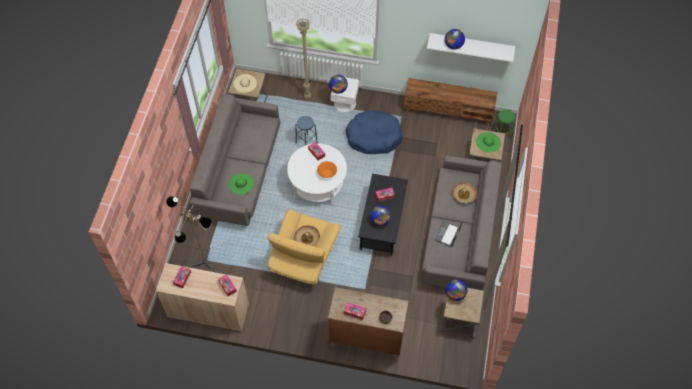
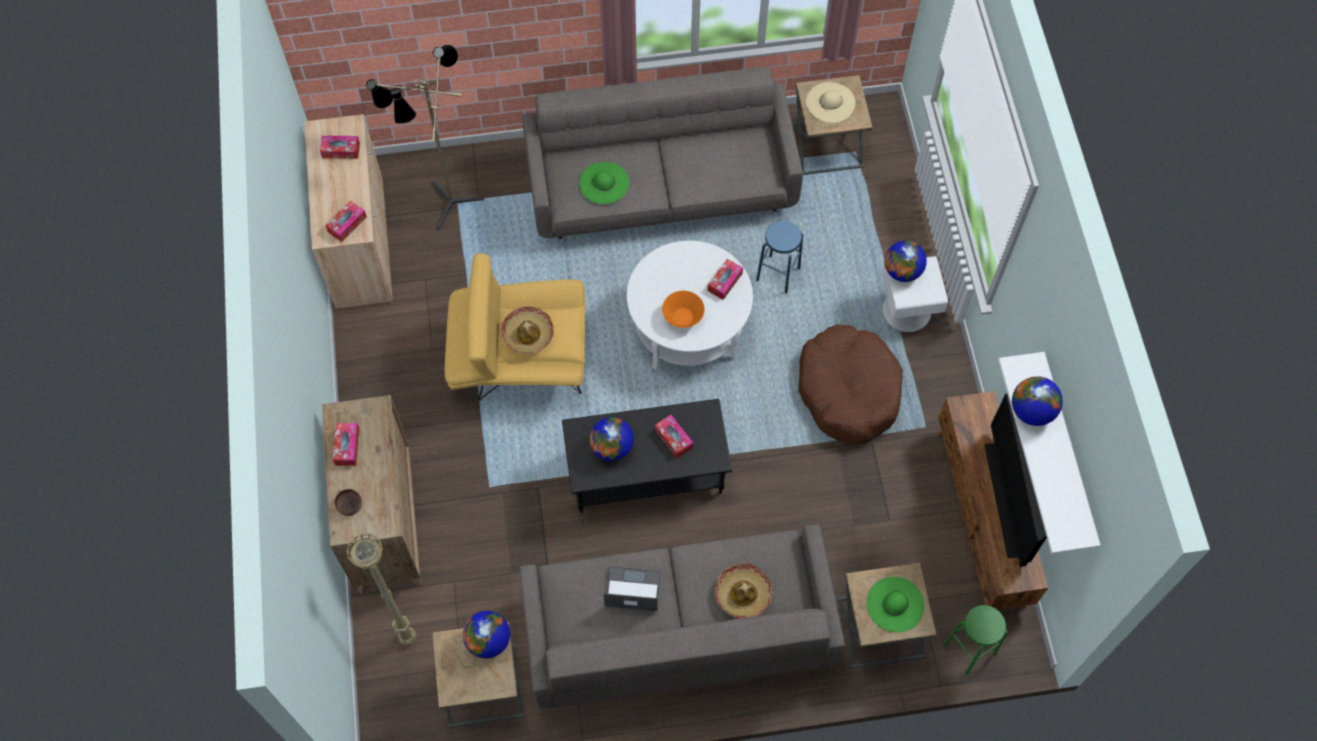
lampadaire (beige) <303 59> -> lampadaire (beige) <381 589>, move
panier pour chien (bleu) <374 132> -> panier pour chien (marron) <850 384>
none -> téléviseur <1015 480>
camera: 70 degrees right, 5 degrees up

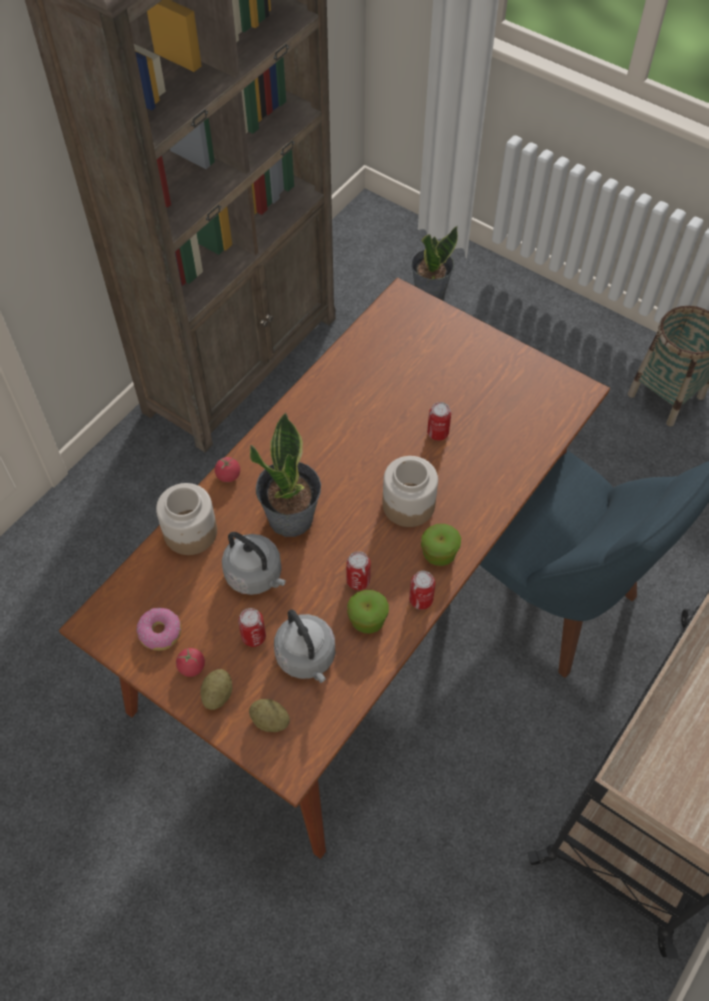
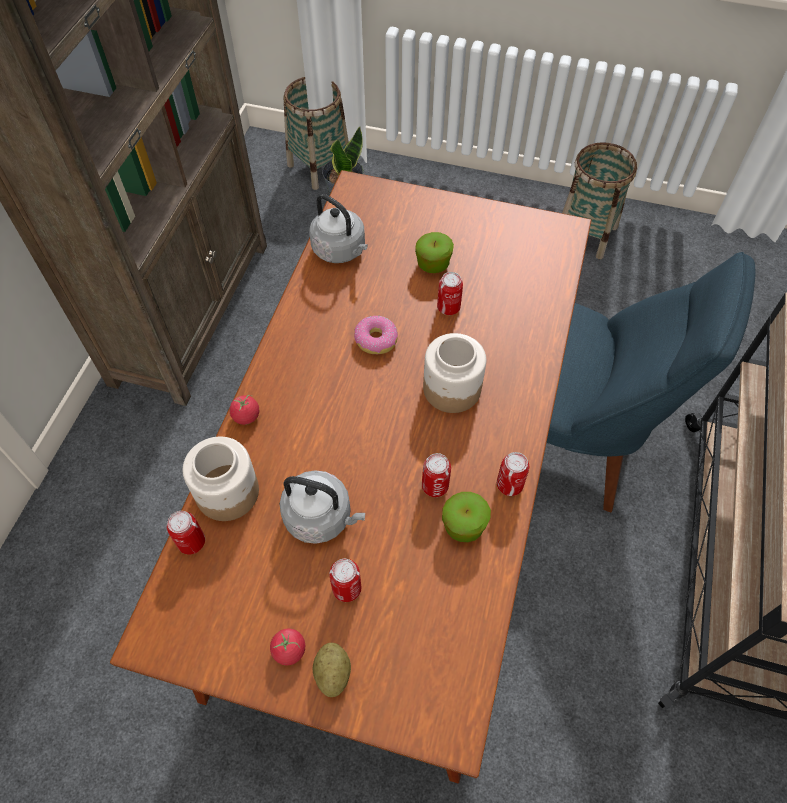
none -> boîte métallique <186 532>
none -> panier <316 133>
bouilloire (gris) <304 646> -> bouilloire (gris) <339 228>, move
beignet <159 629> -> beignet <376 335>, move
pomme <441 545> -> pomme <434 252>, move
pomme de terre <269 715> -> none
plante en pot <285 474> -> none
camera: 20 degrees left, 0 degrees up

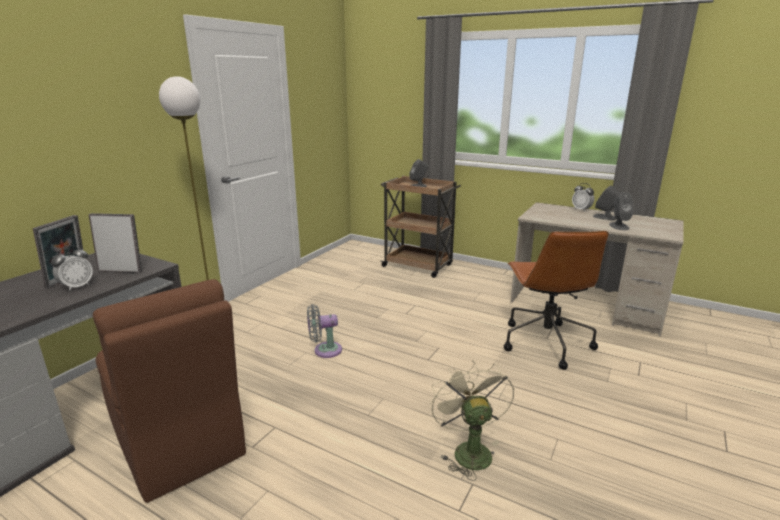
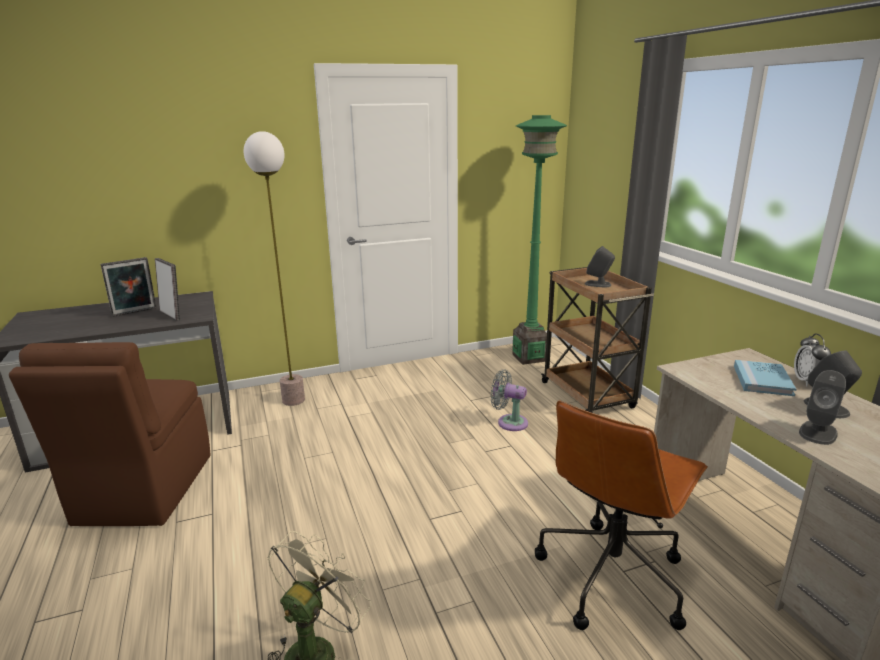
ventilateur (gris) <324 331> -> ventilateur (gris) <509 400>, move
none -> lampadaire (vert) <539 240>
none -> livre (bleu) <765 378>
réveil <72 268> -> none
camera: 40 degrees right, 0 degrees up

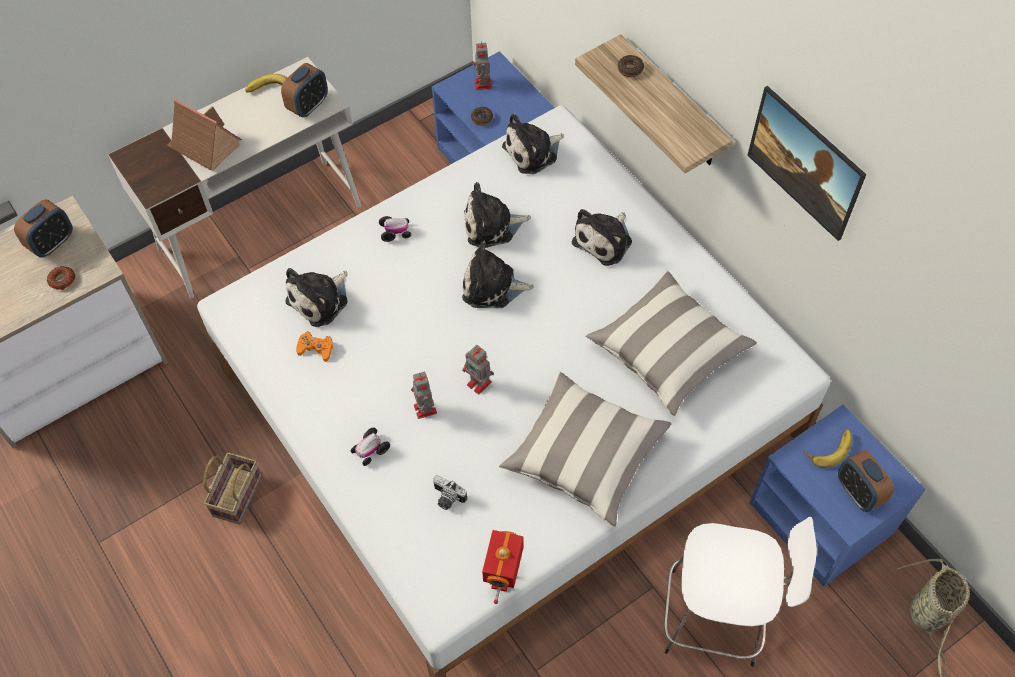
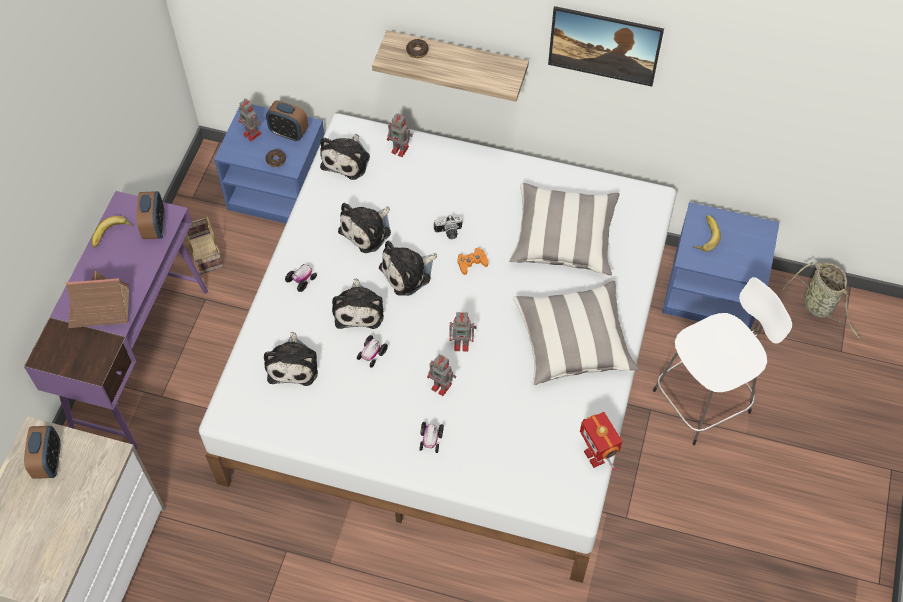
bureau (blanc) <234 177> -> bureau (violet) <116 320>
panier <232 488> -> panier <204 245>, move
réveil <866 481> -> réveil <287 120>, move
peluche <602 237> -> peluche <358 303>, move
none -> petite voiture <372 351>
none -> robot jouet <400 135>
appareil photo <450 492> -> appareil photo <448 227>, move
manette (orange) <314 347> -> manette (orange) <473 261>, move
beignet <61 278> -> none
camera: 40 degrees left, 0 degrees up

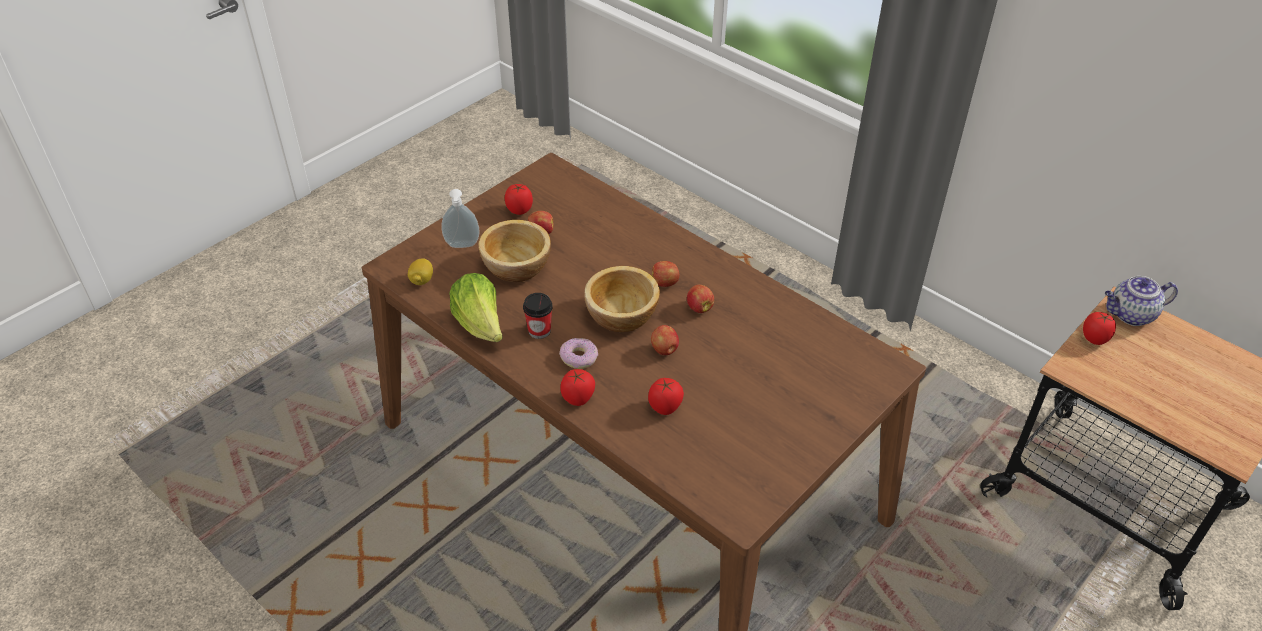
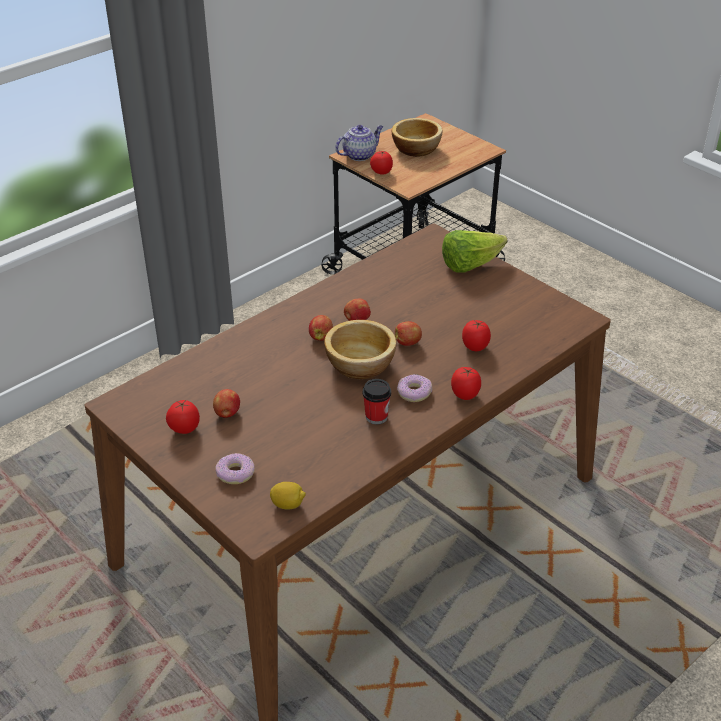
distributeur de savon <461 218> -> beignet <234 468>
théière <1141 301> -> théière <359 143>, 120 degrees counterclockwise
bol <514 251> -> bol <417 137>, move
laitue <476 307> -> laitue <474 251>, move
camera: 85 degrees left, 5 degrees down

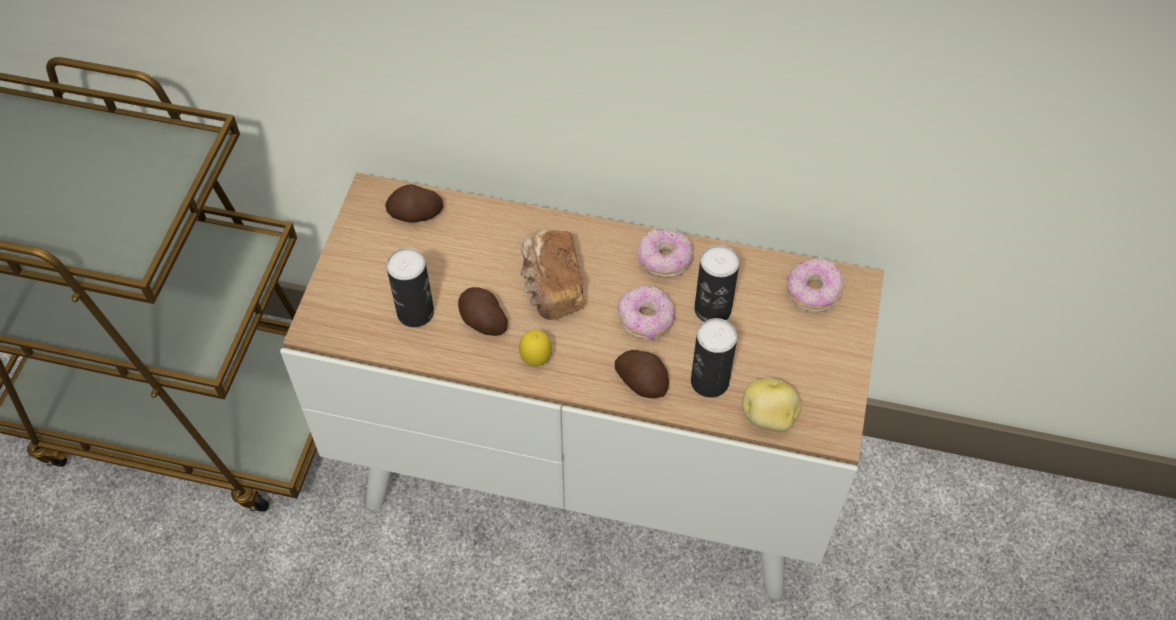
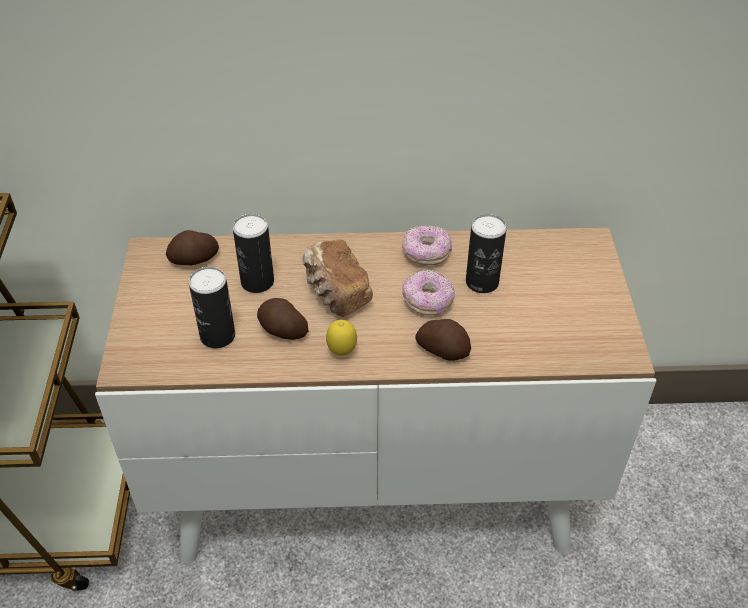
boîte métallique <714 358> -> boîte métallique <253 253>, move
pomme de terre <772 405> -> none
beignet <815 285> -> none
camera: 15 degrees left, 10 degrees down

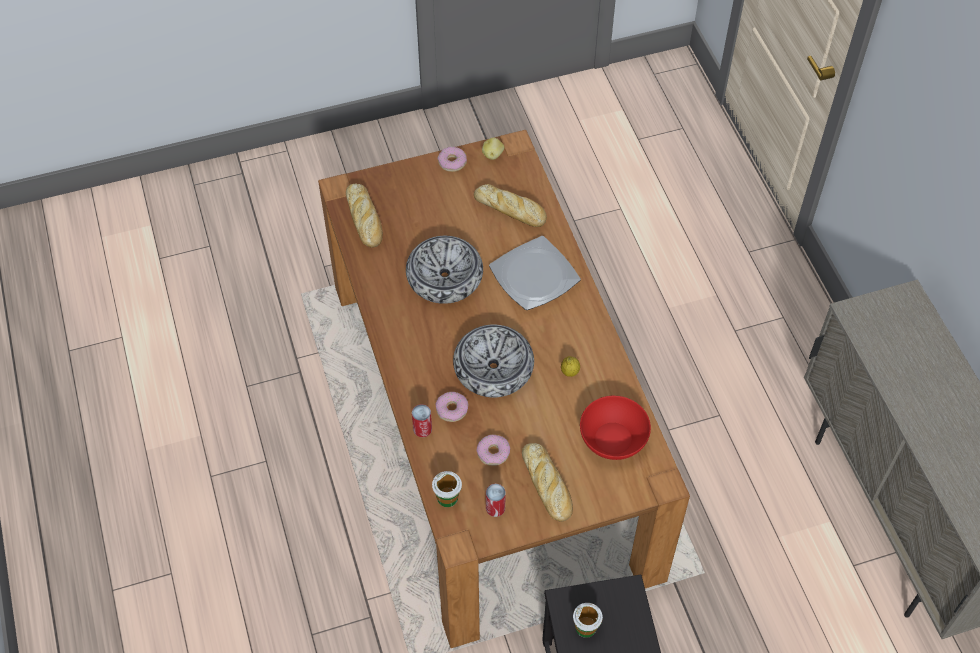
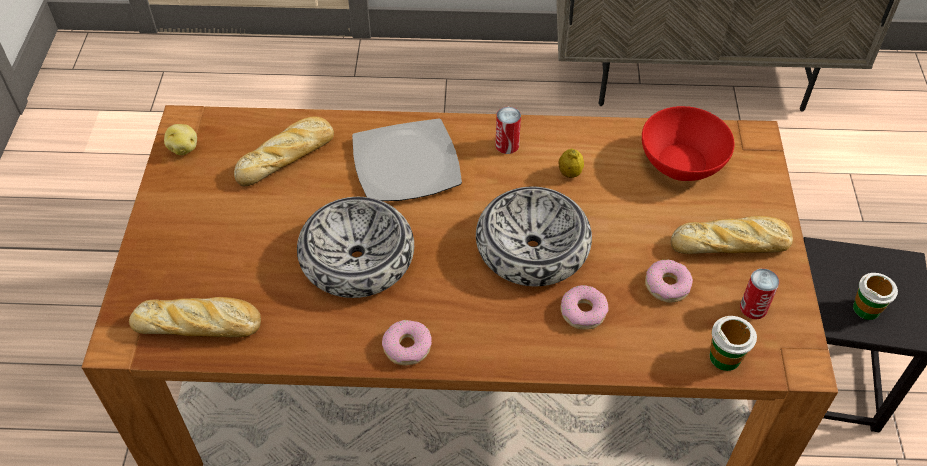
beignet <452 159> -> beignet <407 343>, move
boîte métallique <422 420> -> boîte métallique <508 130>, move
camera: 70 degrees left, 5 degrees down

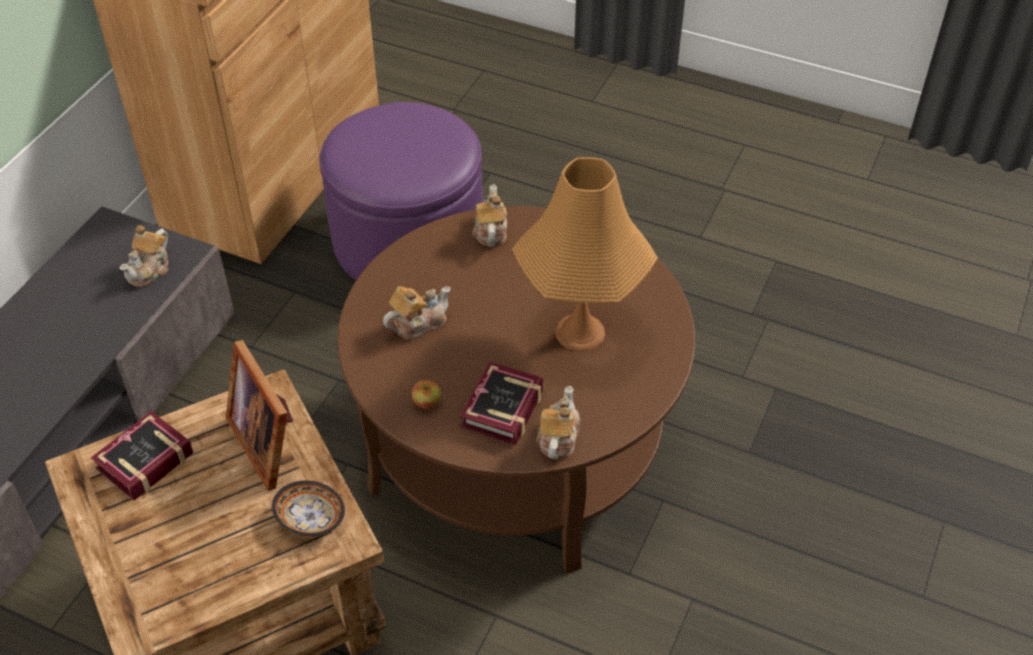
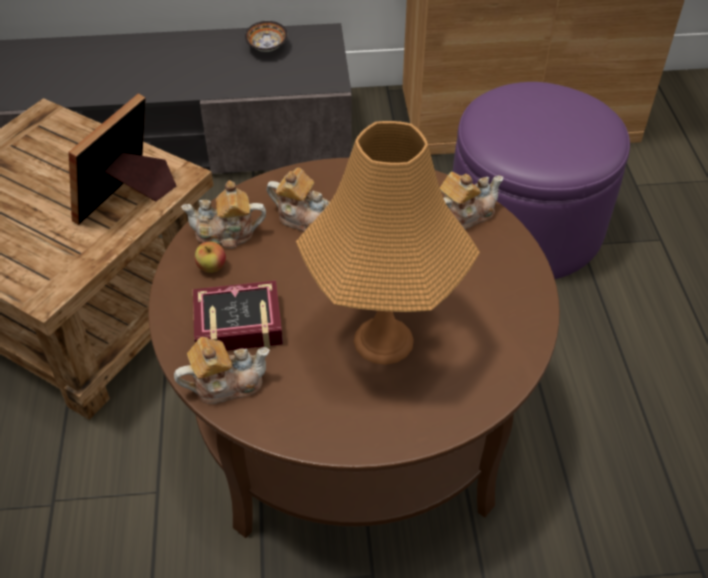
théière <144 256> -> théière <223 214>, move
bol <308 508> -> bol <266 36>, move
livre <142 456> -> none
camera: 60 degrees right, 0 degrees up

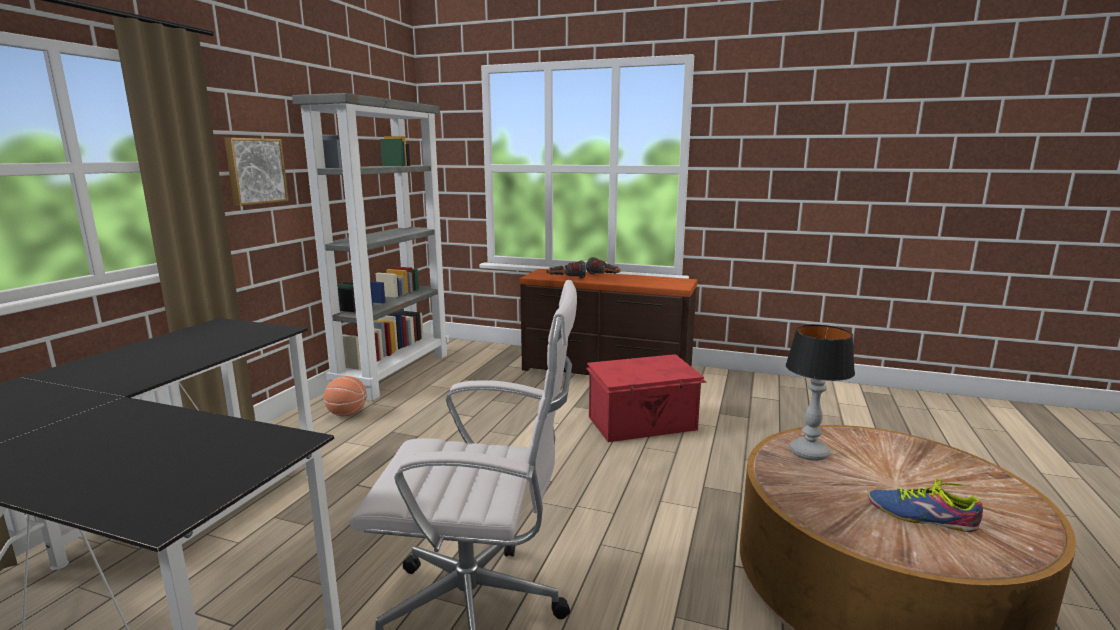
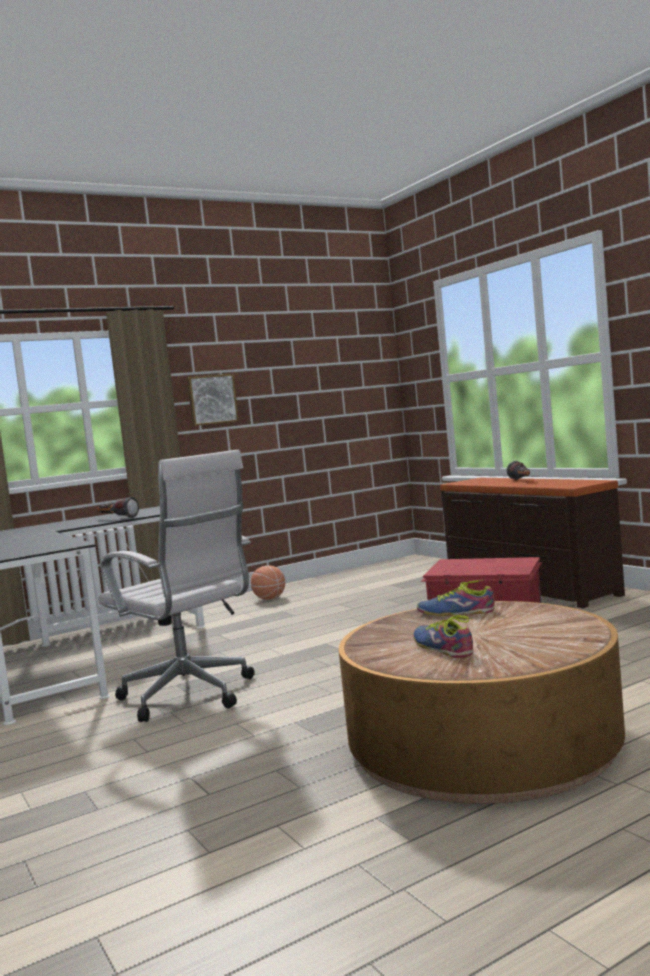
lampe de poche <566 269> -> lampe de poche <118 507>, move
lampe de table <820 393> -> chaussure <456 598>
bibliothèque (gris) <370 247> -> none
camera: 40 degrees right, 10 degrees down

